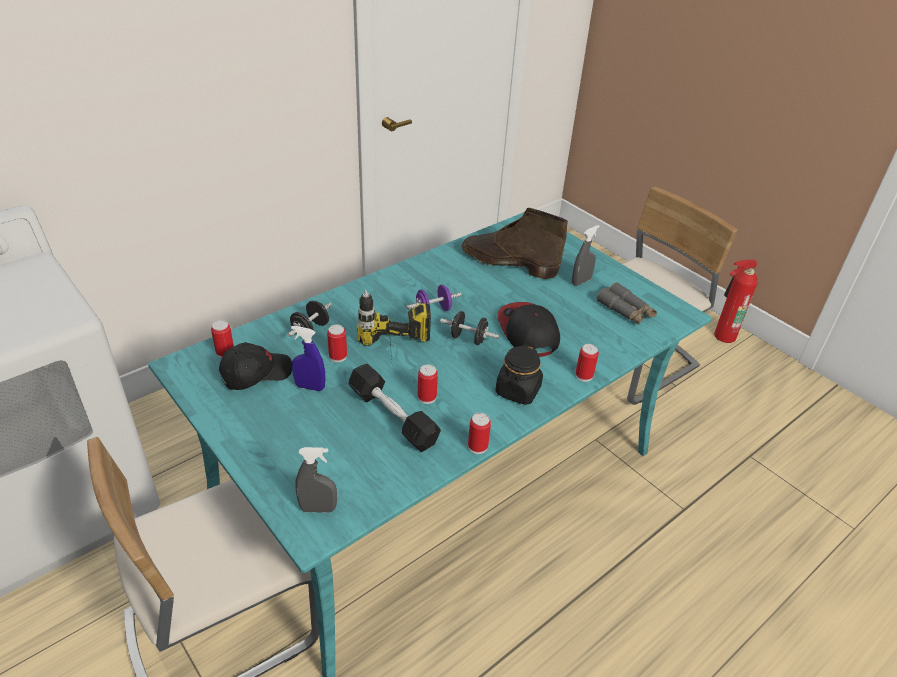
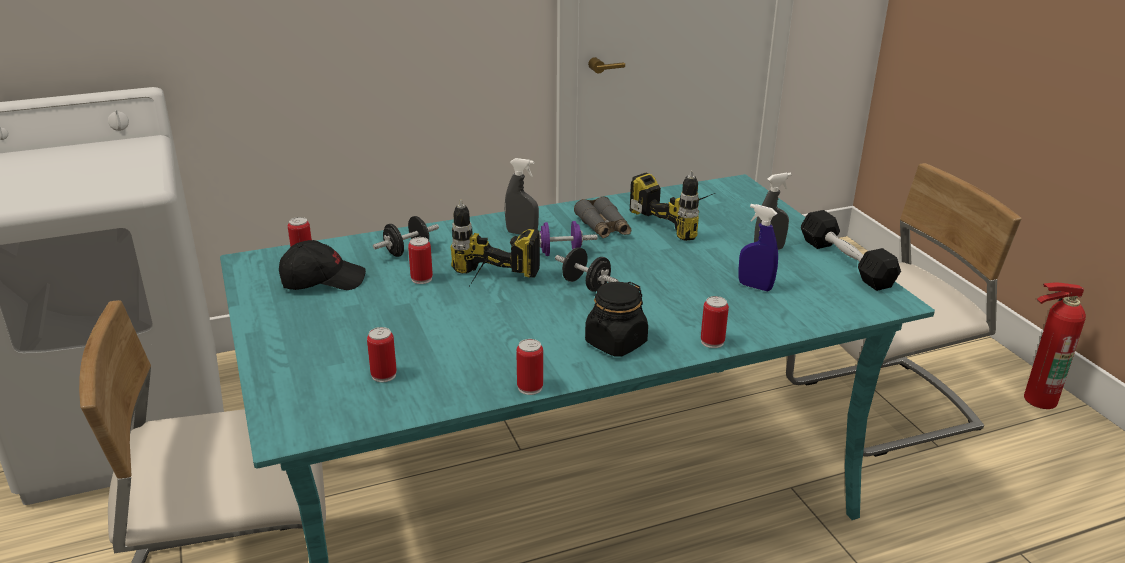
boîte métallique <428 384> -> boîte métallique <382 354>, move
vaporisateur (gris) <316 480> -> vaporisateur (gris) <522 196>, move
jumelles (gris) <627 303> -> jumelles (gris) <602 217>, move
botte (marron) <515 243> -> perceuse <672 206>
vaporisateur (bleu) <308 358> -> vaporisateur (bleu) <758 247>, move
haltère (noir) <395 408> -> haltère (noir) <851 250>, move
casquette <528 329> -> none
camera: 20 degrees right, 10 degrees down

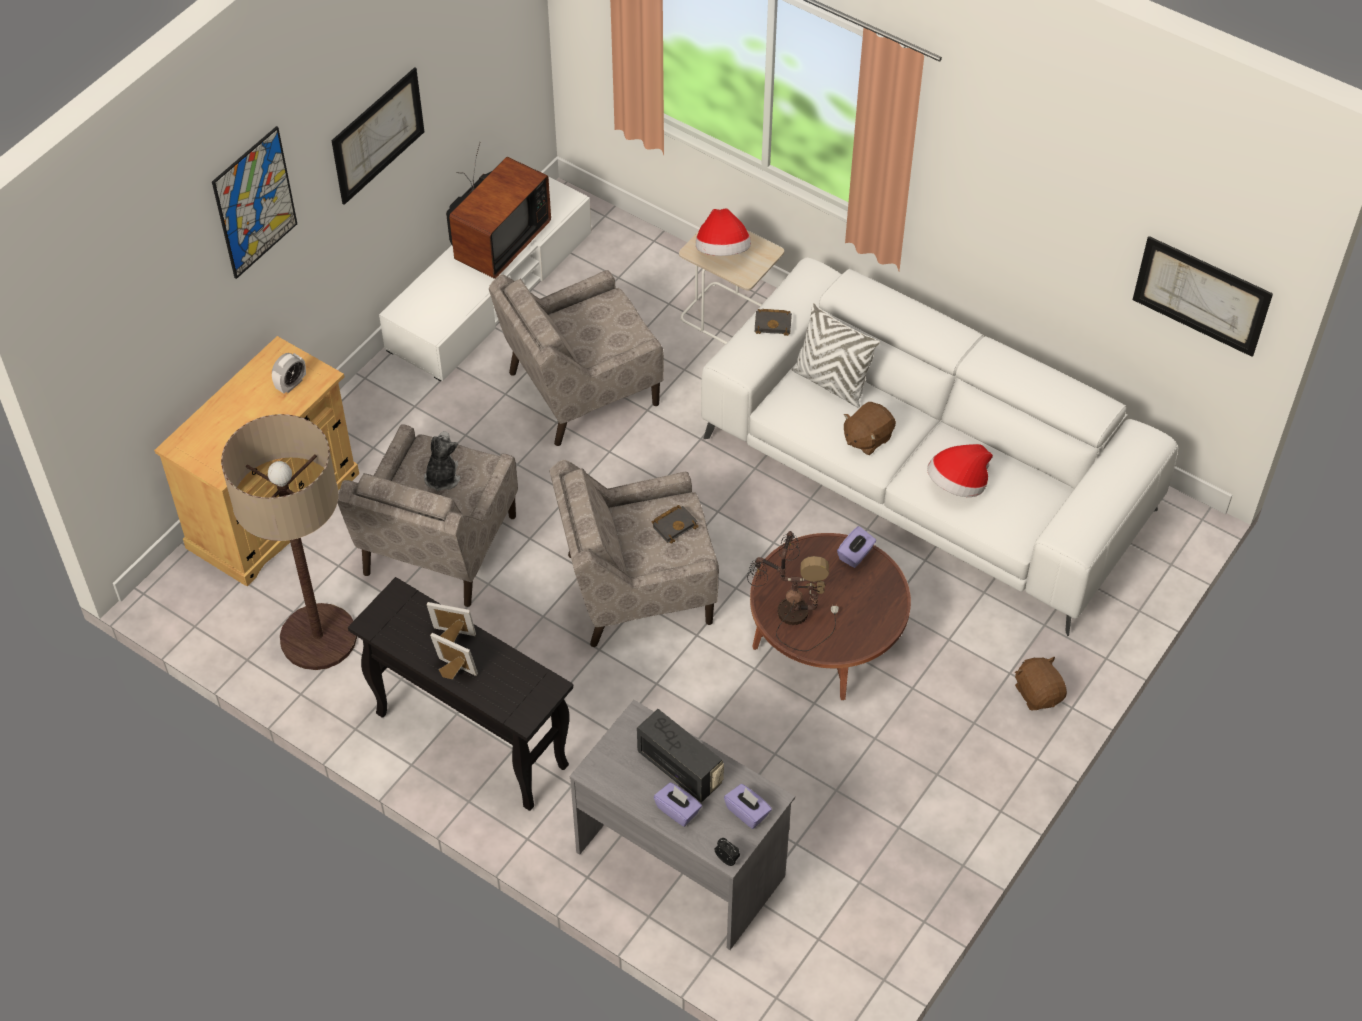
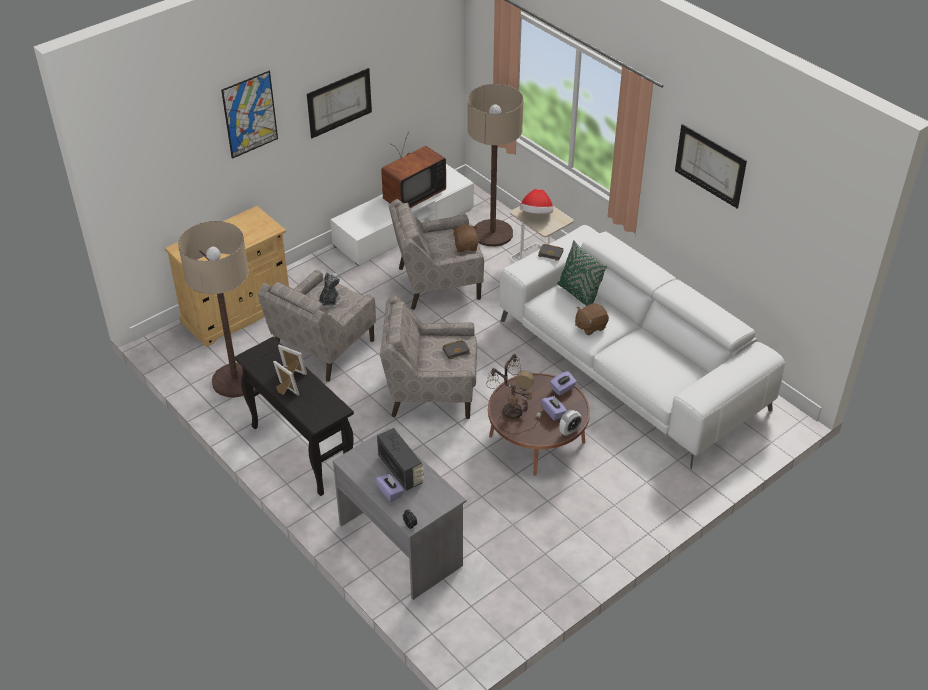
peluche (marron) <1041 683> -> peluche (marron) <465 238>, move
none -> lampadaire <495 165>
boîte à mouchoirs (violet) <748 806> -> boîte à mouchoirs (violet) <554 408>, move
coussin (blanc) <836 355> -> coussin (vert) <582 273>
réveil <289 373> -> réveil <570 423>, move
tableau <1203 296> -> tableau <711 166>, move
chapeau <960 470> -> none
camera: 15 degrees right, 10 degrees down

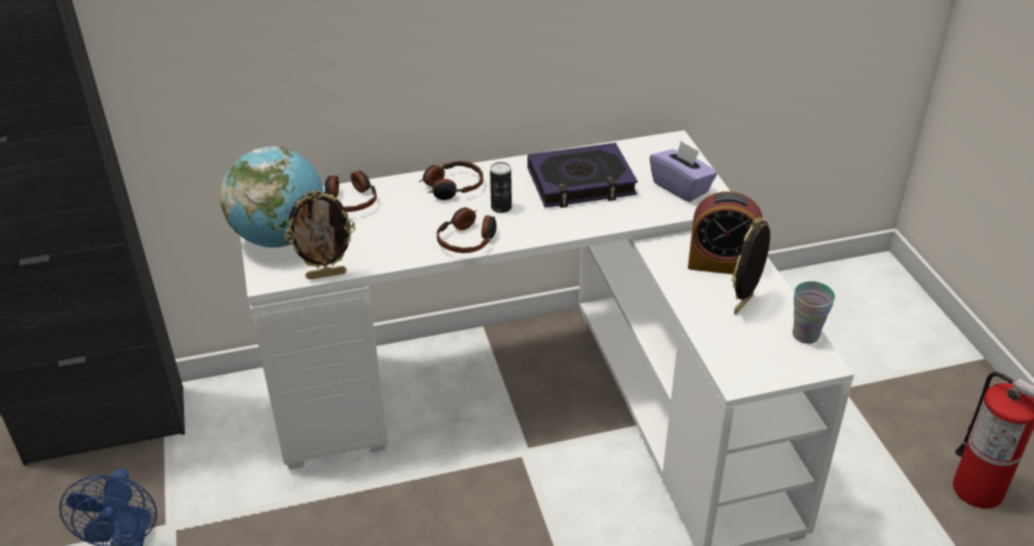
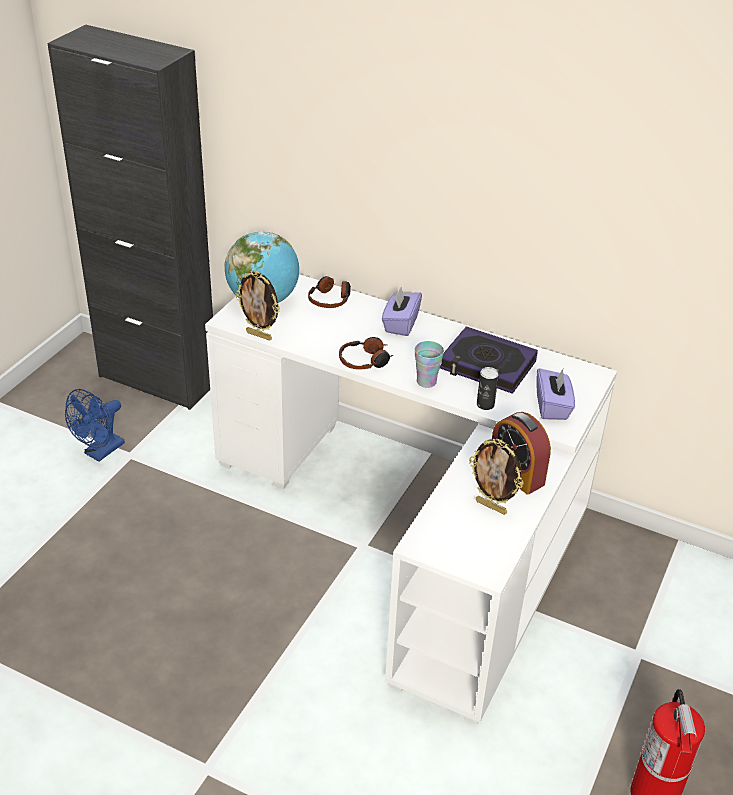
casque audio <451 180> -> boîte à mouchoirs (violet) <402 311>
tasse <814 312> -> tasse <429 364>, move
cadre photo <751 265> -> cadre photo <496 477>, 135 degrees counterclockwise
boîte métallique <501 187> -> boîte métallique <488 388>, move
camera: 40 degrees right, 0 degrees up

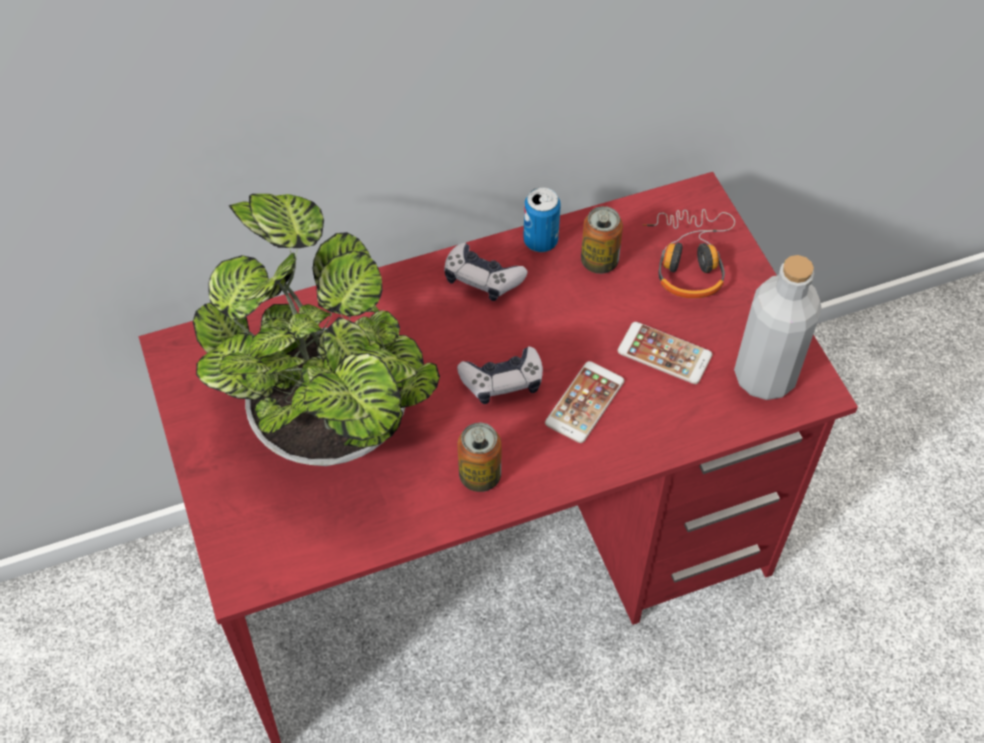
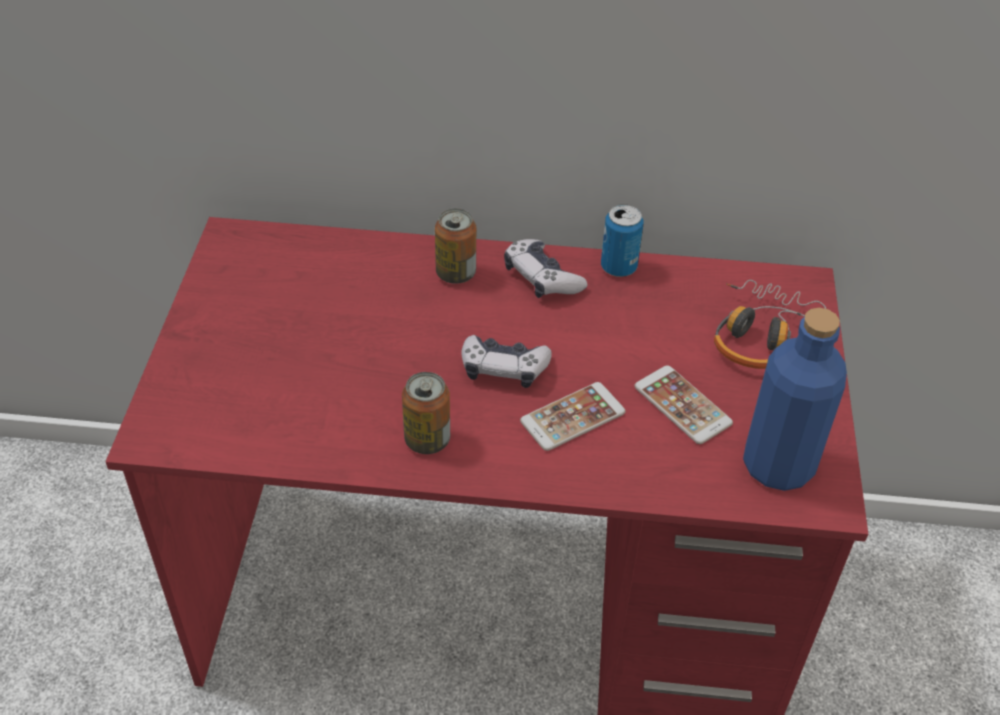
boîte métallique <602 240> -> boîte métallique <455 246>, move
bouteille (gris) <778 327> -> bouteille (bleu) <795 399>
plante en pot <316 330> -> none
camera: 25 degrees right, 10 degrees down

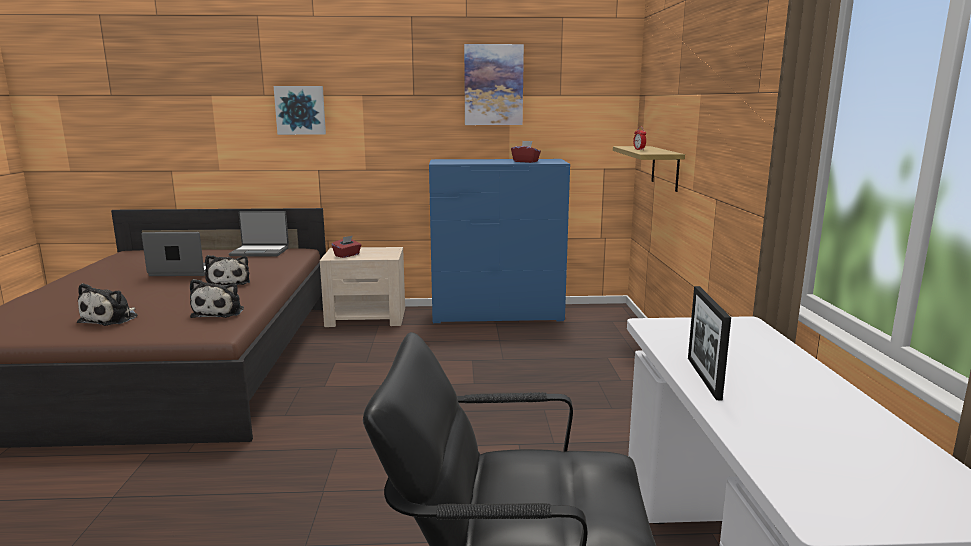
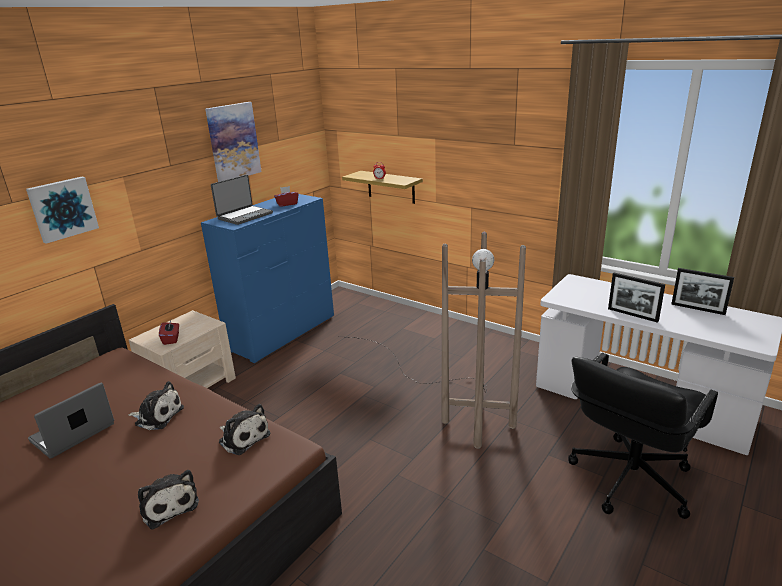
ordinateur portable <259 233> -> ordinateur portable <242 200>, move
none -> lampadaire (marron) <438 340>
none -> cadre photo <702 291>
camera: 50 degrees left, 10 degrees up

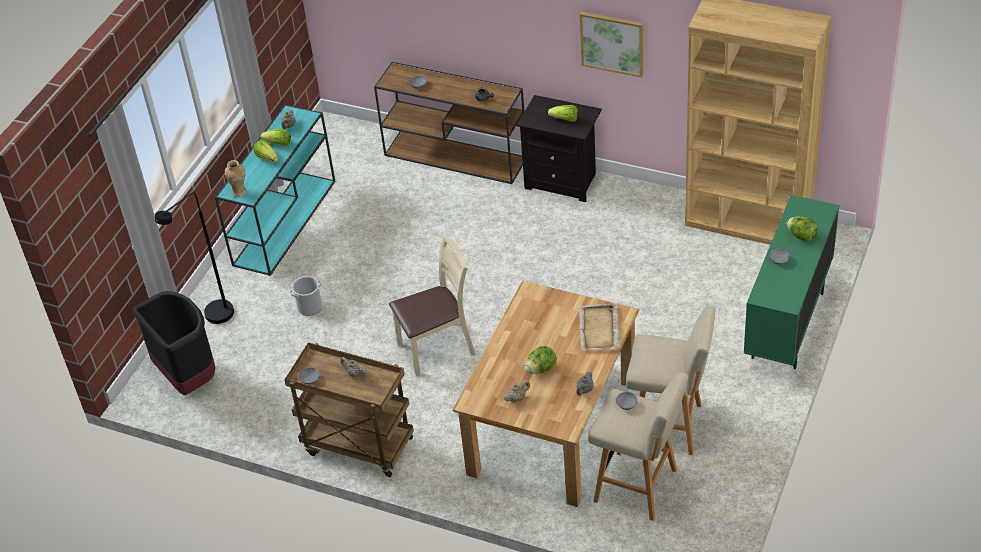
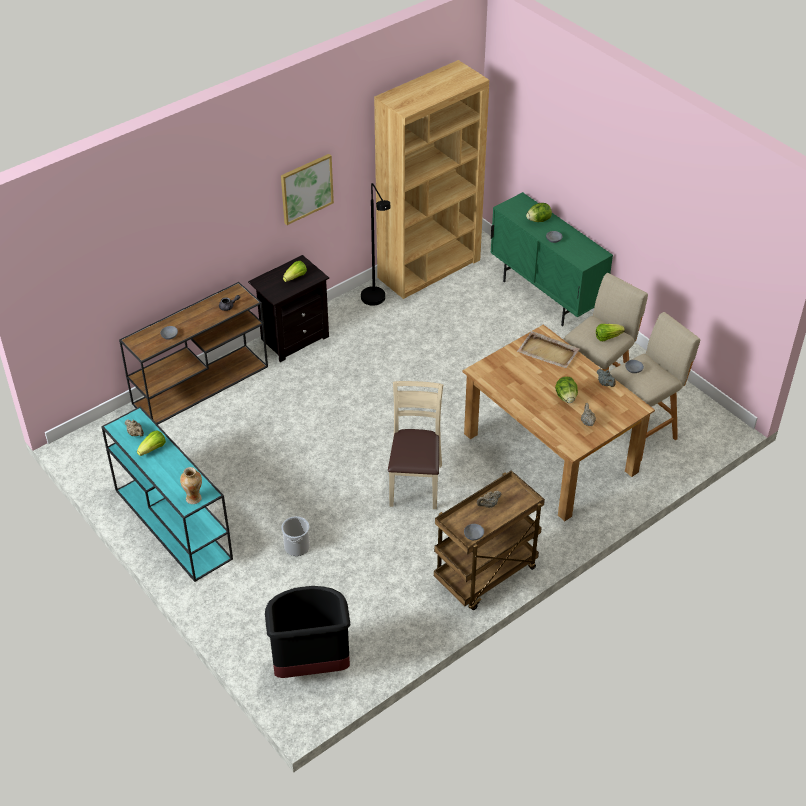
lampadaire (noir) <194 258> -> lampadaire (noir) <376 244>, move
laitue <265 151> -> laitue <610 332>, move
camera: 65 degrees left, 0 degrees up

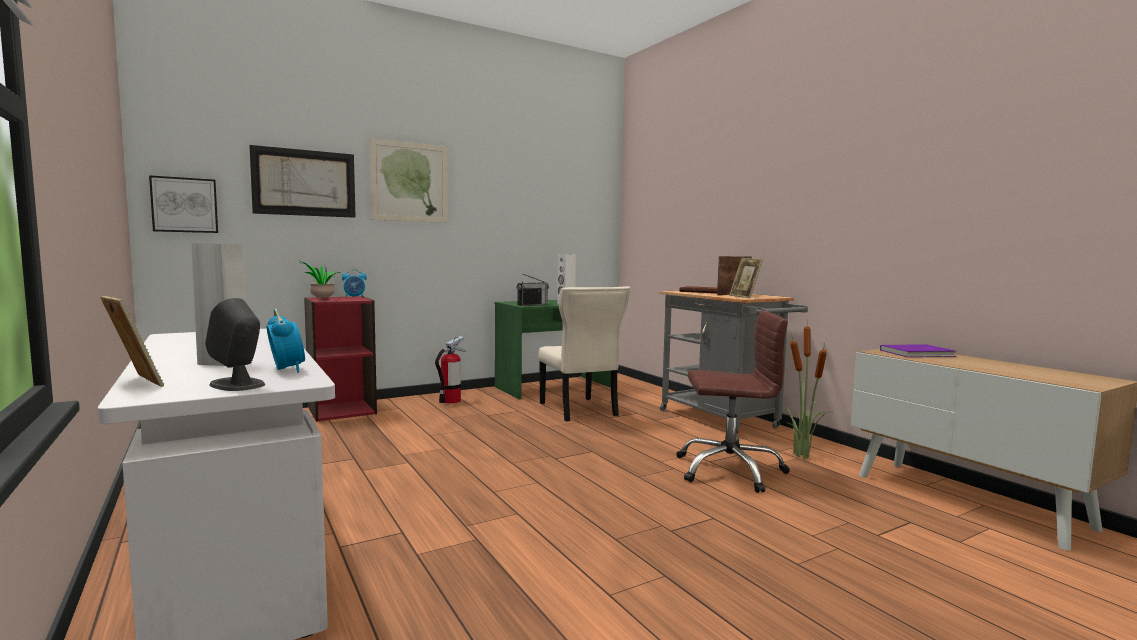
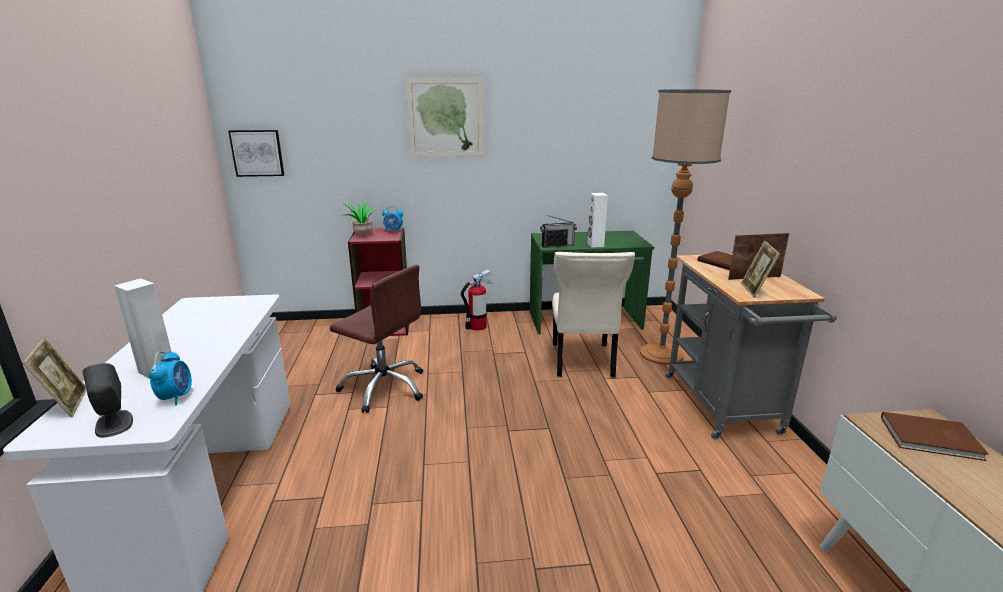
chaise de bureau (marron) <733 402> -> chaise de bureau (marron) <376 339>, move
none -> lampadaire <685 227>
livre (violet) <918 350> -> livre (marron) <935 436>
tableau <302 181> -> none
plante en pot <809 391> -> none
camera: 25 degrees right, 15 degrees up

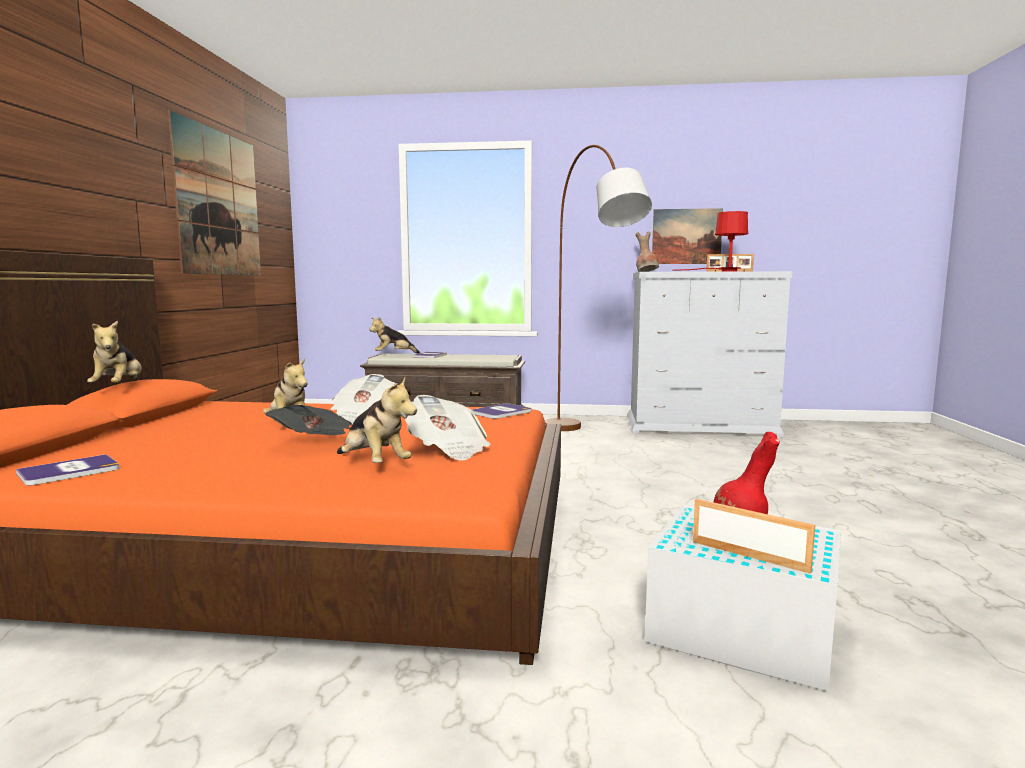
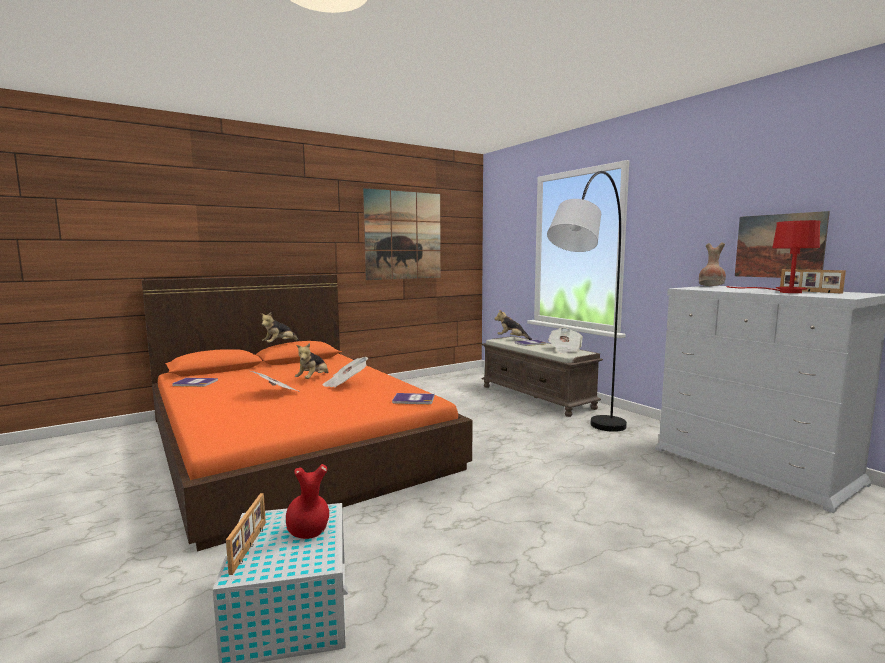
lampadaire (marron) <598 288> -> lampadaire (gris) <587 301>
journal <448 428> -> journal <565 340>, move
peluche <377 420> -> none
camera: 50 degrees right, 0 degrees up

